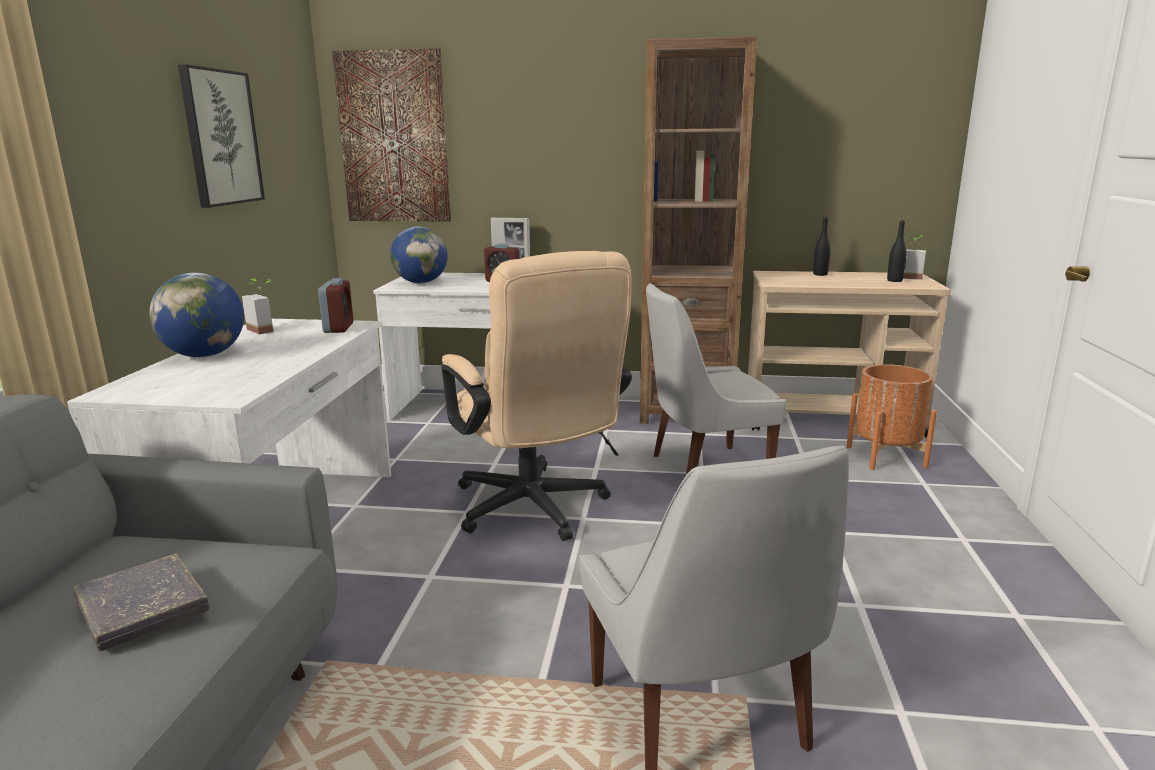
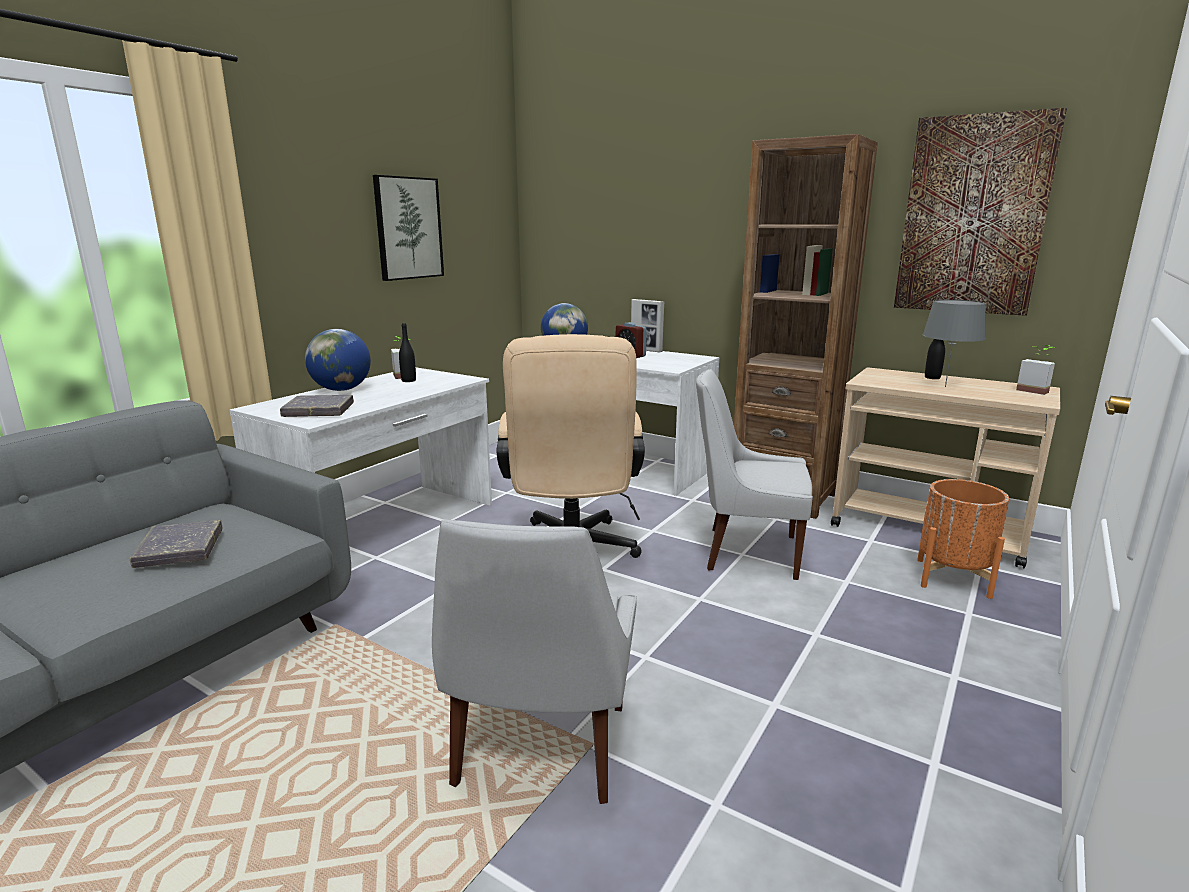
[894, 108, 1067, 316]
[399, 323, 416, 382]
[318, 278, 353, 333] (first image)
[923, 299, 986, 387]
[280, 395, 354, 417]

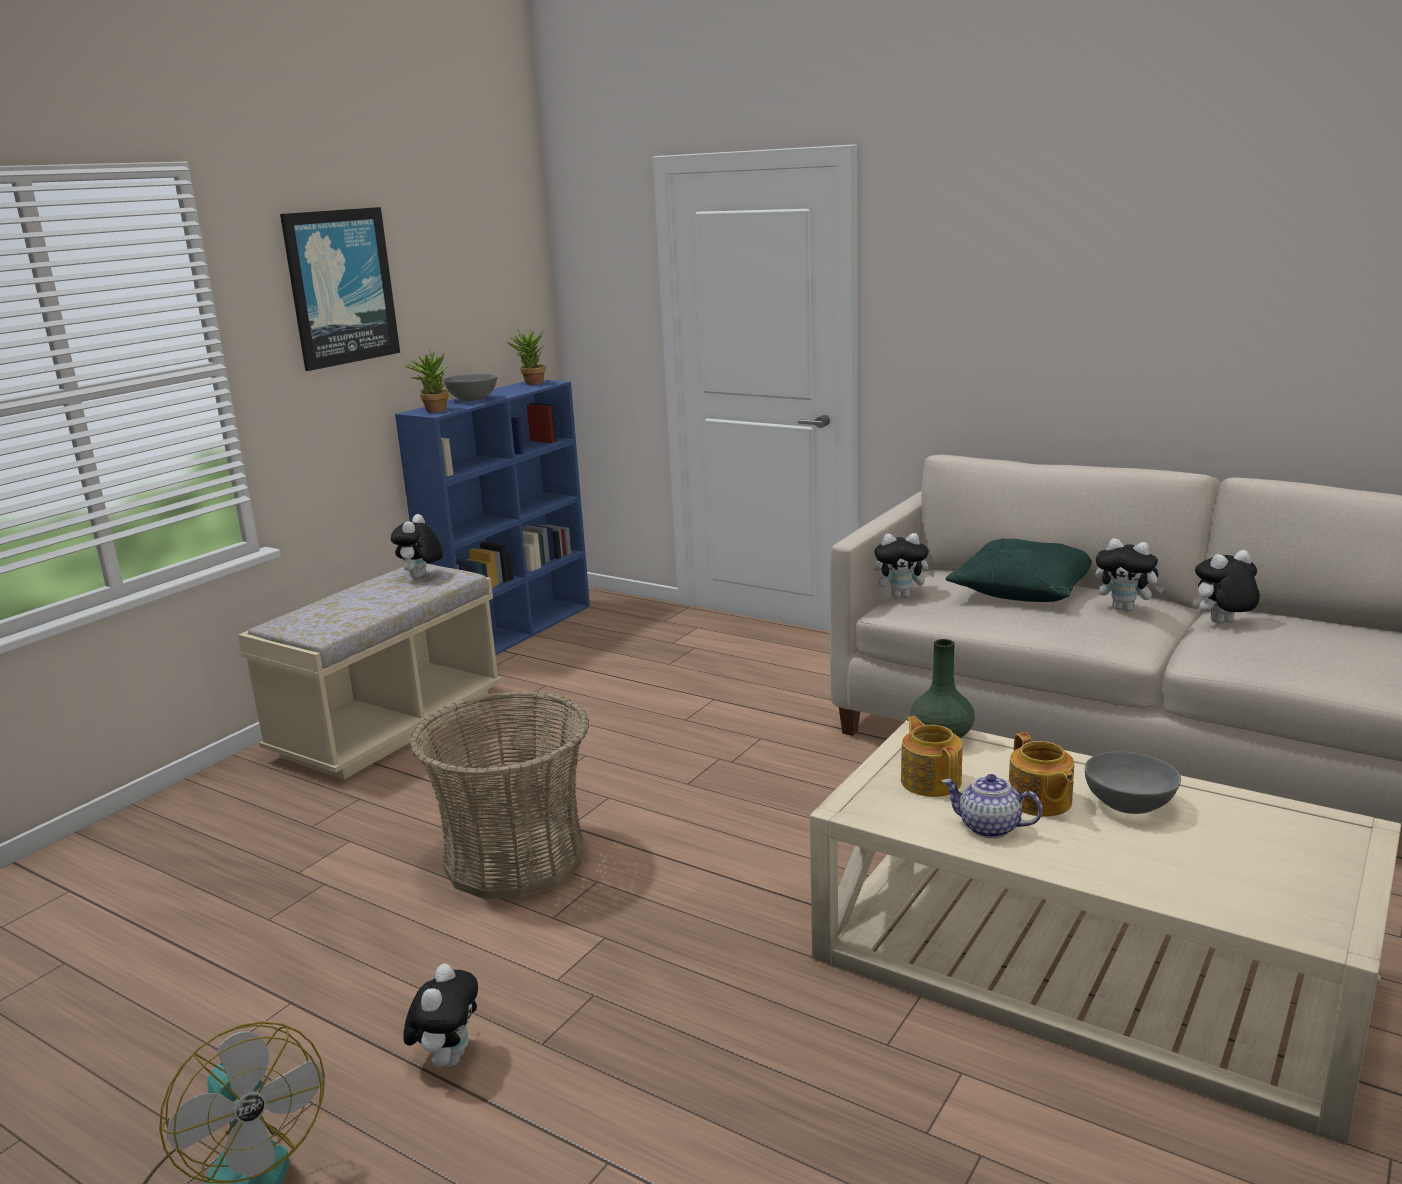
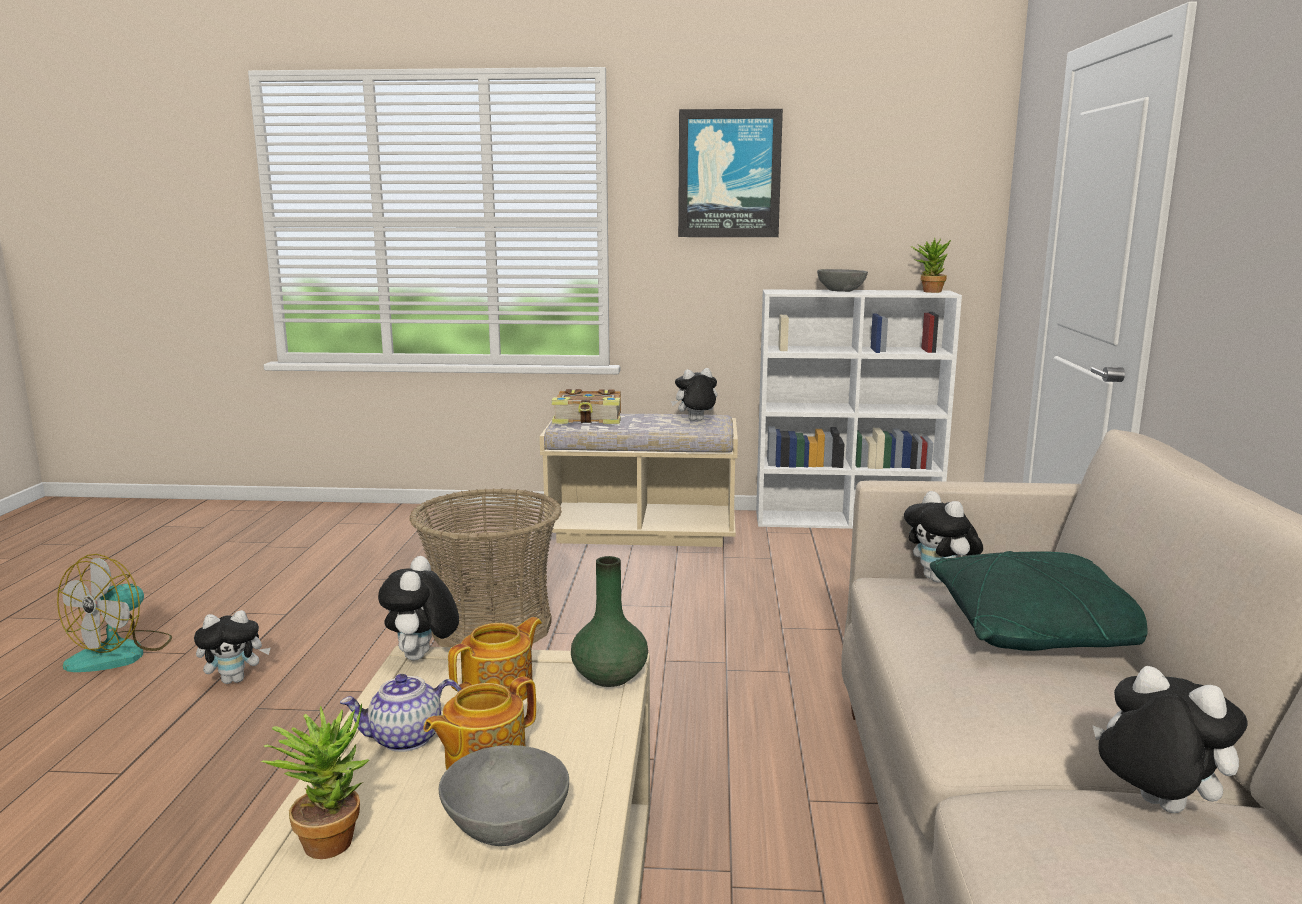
[261, 704, 369, 859]
[756, 289, 962, 529]
[378, 556, 459, 661]
[340, 674, 462, 752]
[552, 389, 621, 424]

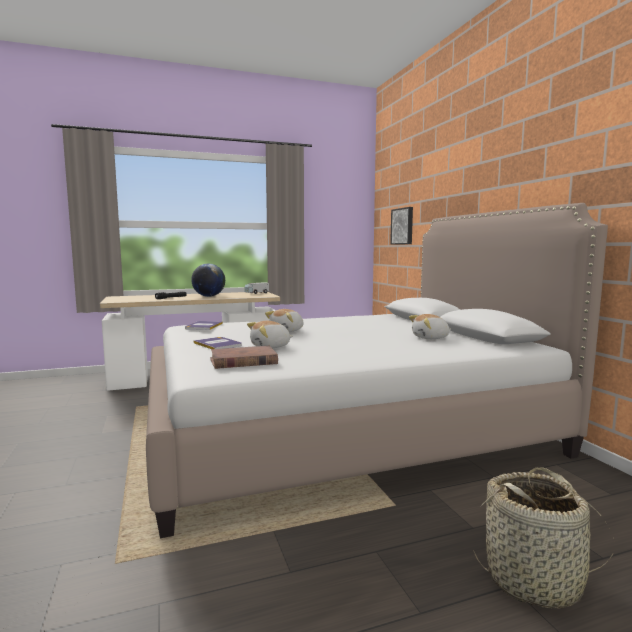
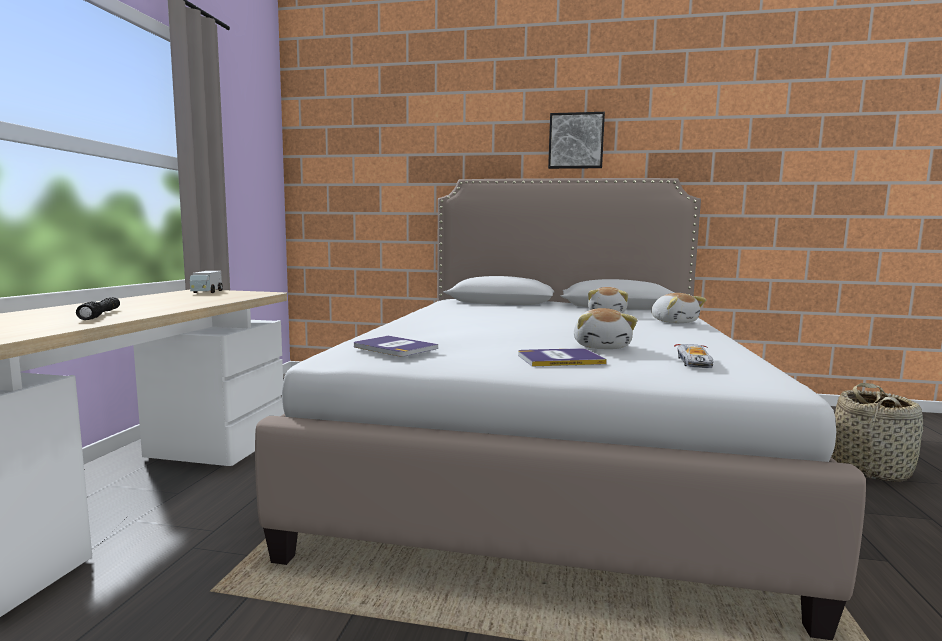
[548, 112, 605, 169]
[191, 263, 225, 297] (first image)
[651, 293, 706, 323]
[674, 344, 713, 368]

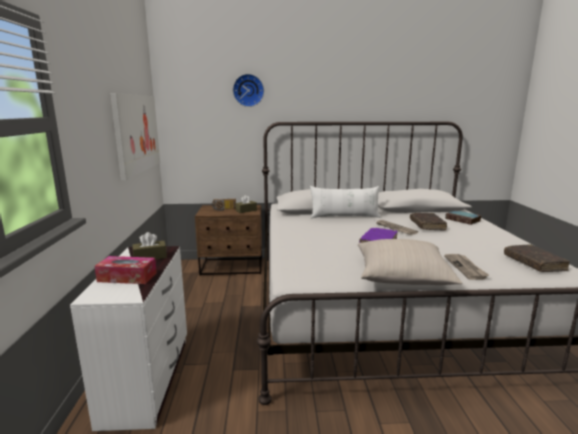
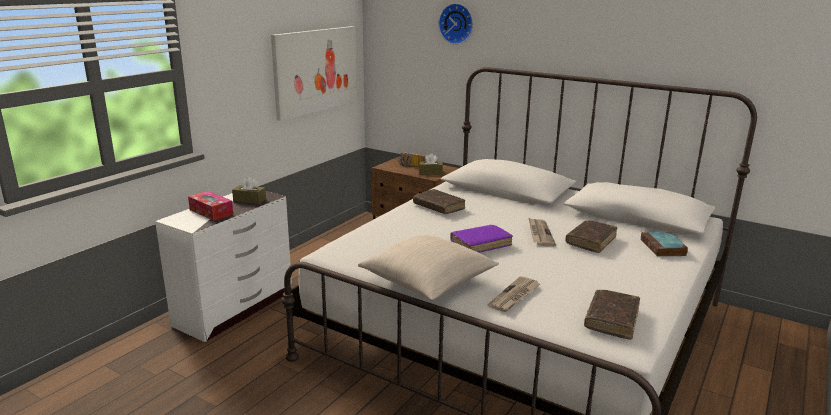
[310, 186, 380, 218] (first image)
[413, 189, 465, 214]

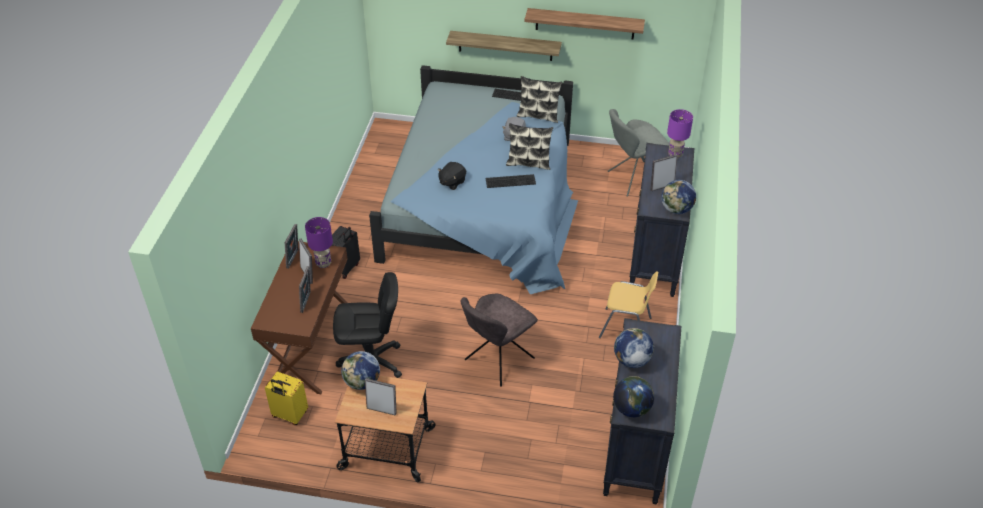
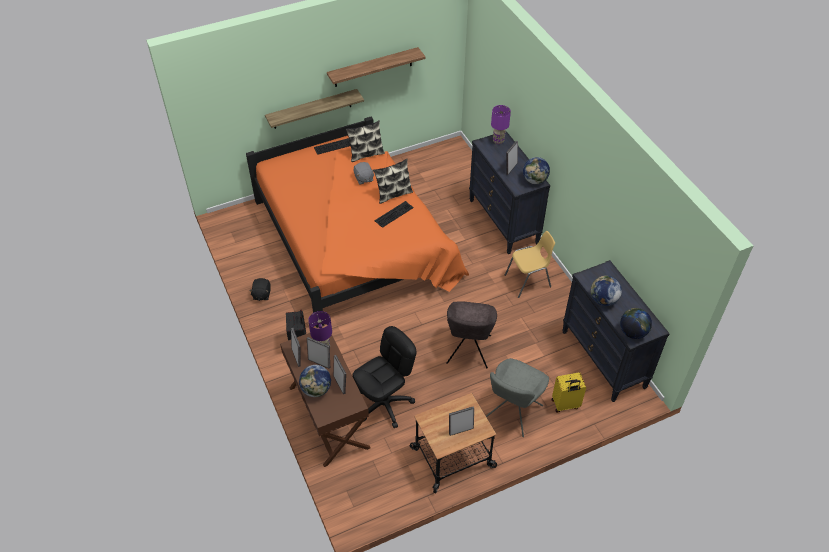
[246, 117, 469, 328]
[486, 358, 549, 437]
[249, 278, 271, 301]
[299, 365, 331, 397]
[552, 372, 586, 413]

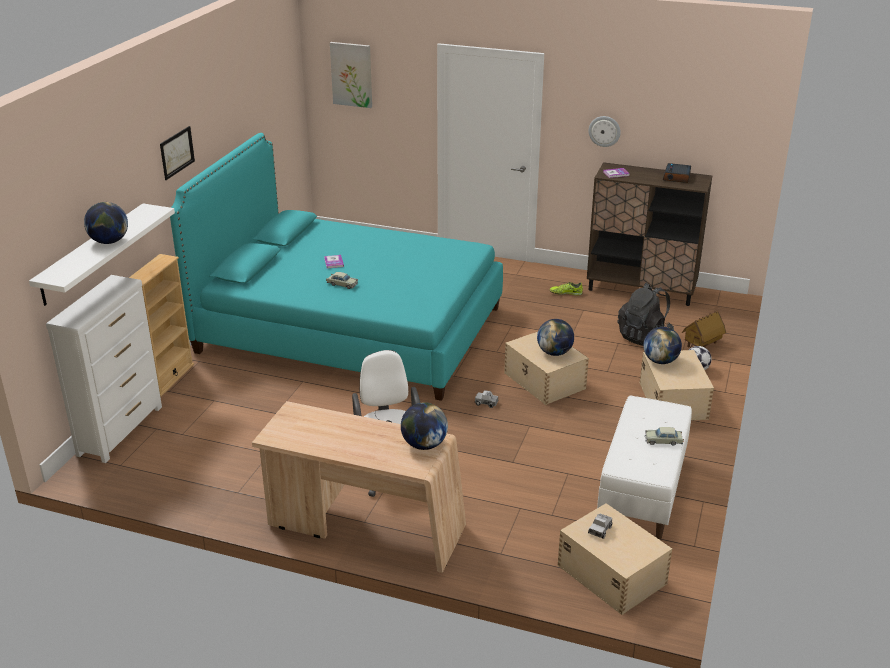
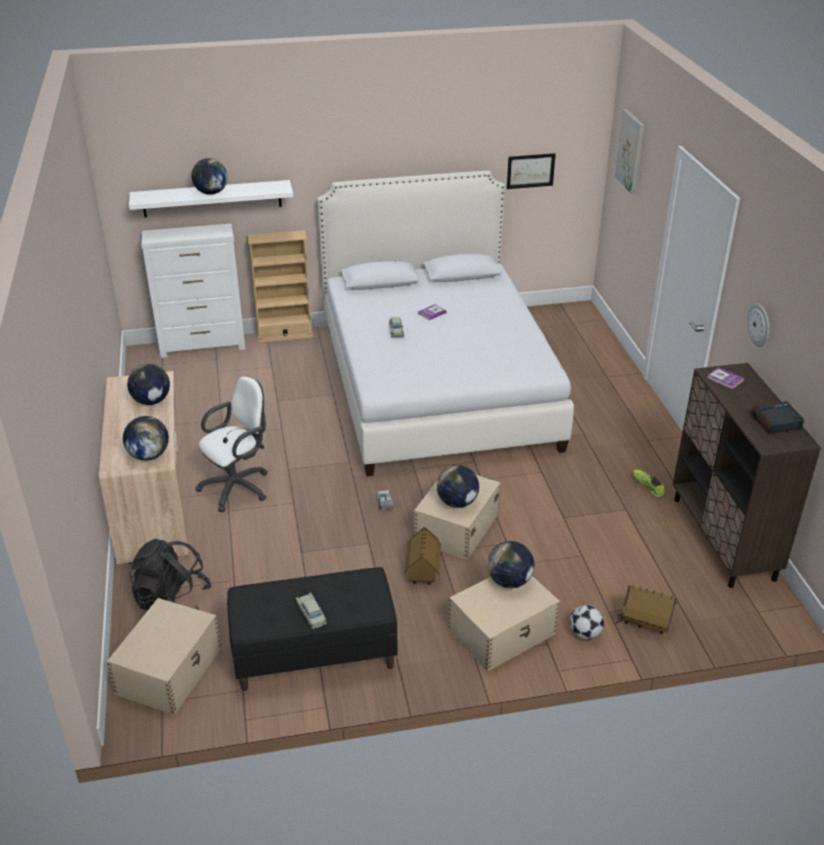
[507, 153, 556, 189]
[317, 171, 574, 476]
[129, 539, 212, 610]
[227, 567, 398, 691]
[588, 514, 612, 539] (first image)
[127, 364, 170, 405]
[404, 526, 441, 585]

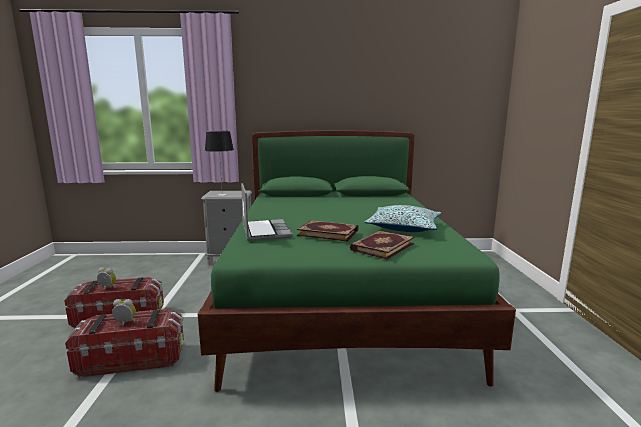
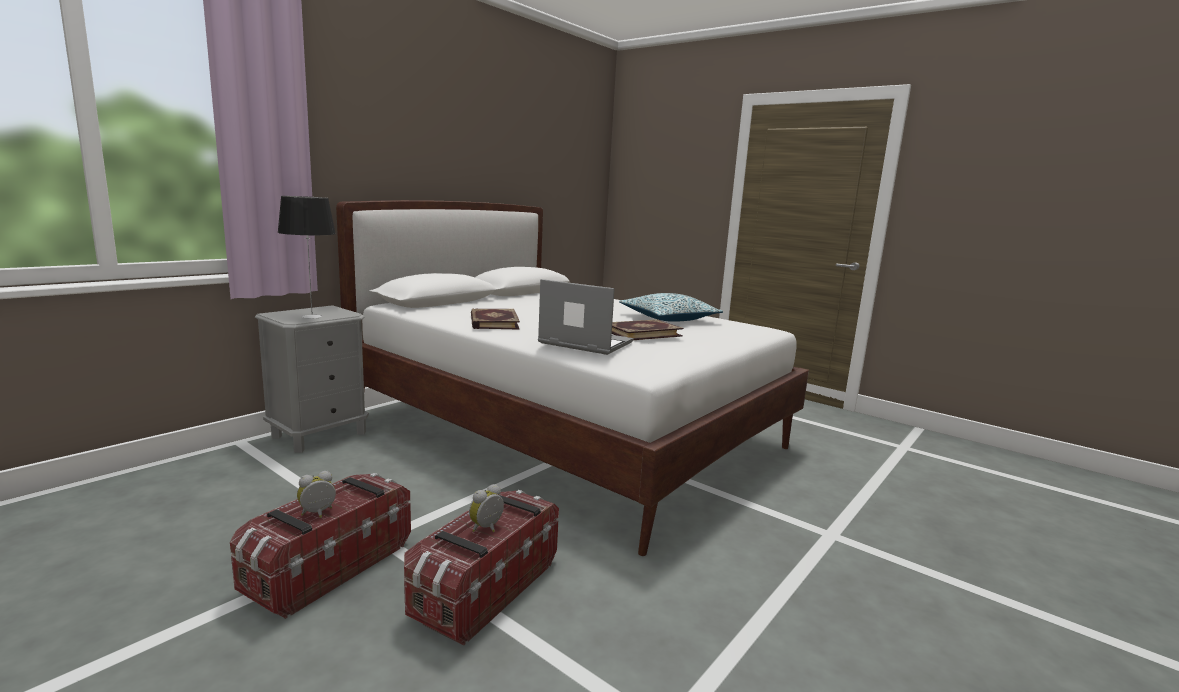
[336, 200, 809, 556]
[471, 308, 520, 330]

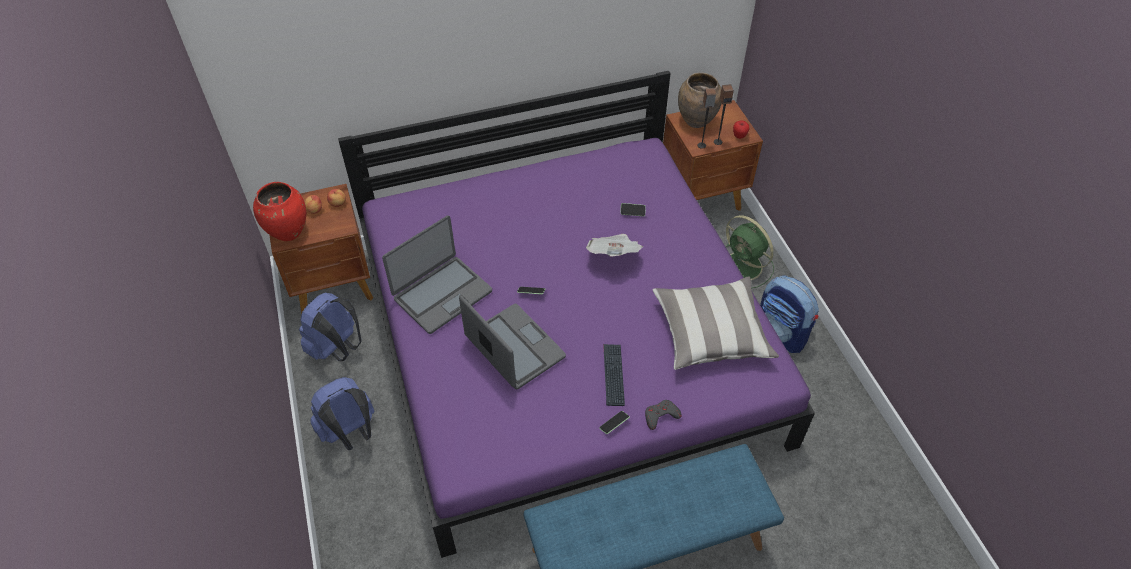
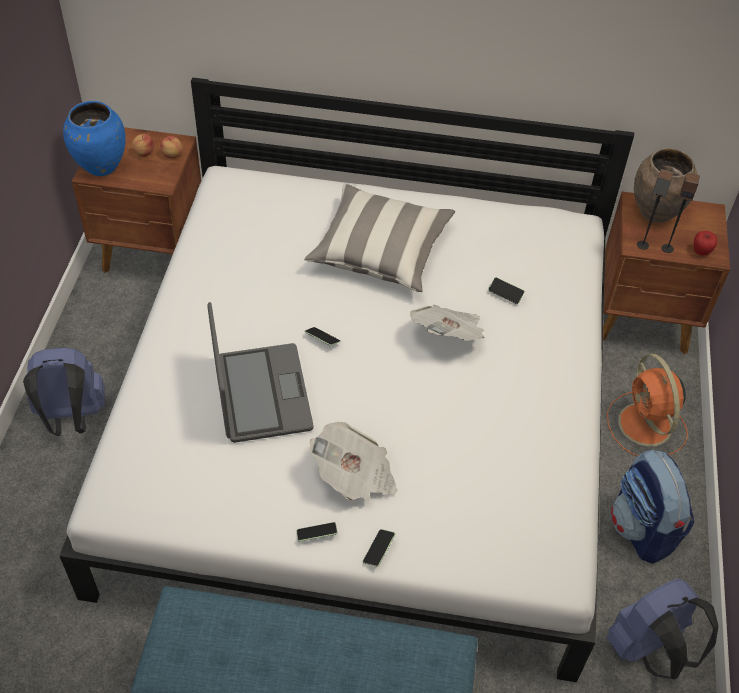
[60, 77, 634, 682]
[63, 101, 126, 176]
[382, 215, 492, 334] (first image)
[607, 354, 688, 456]
[304, 184, 455, 292]
[606, 578, 719, 679]
[310, 422, 397, 501]
[363, 529, 395, 567]

